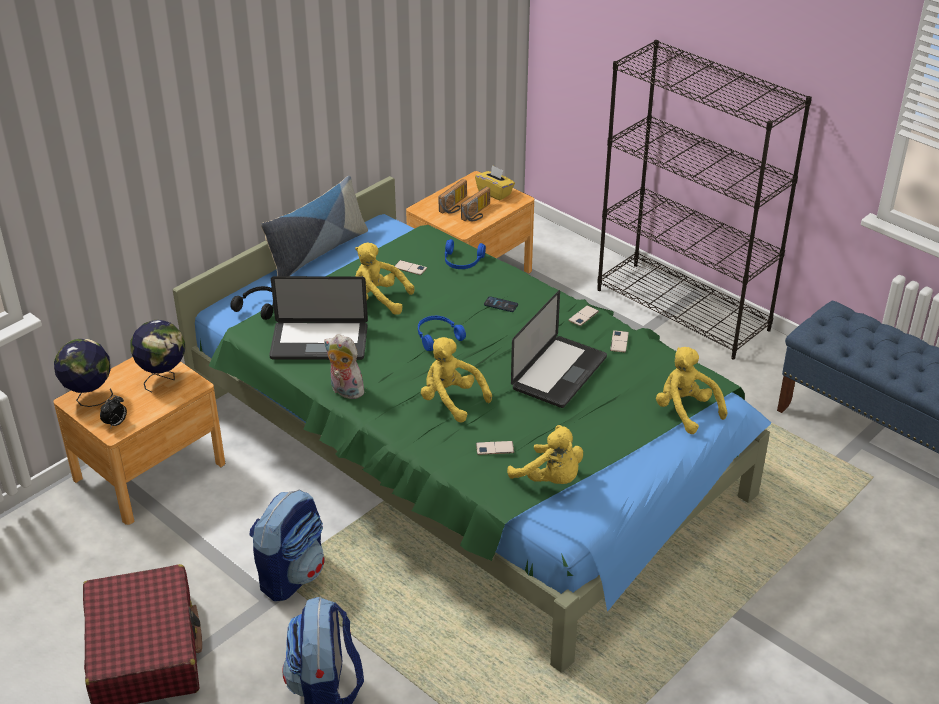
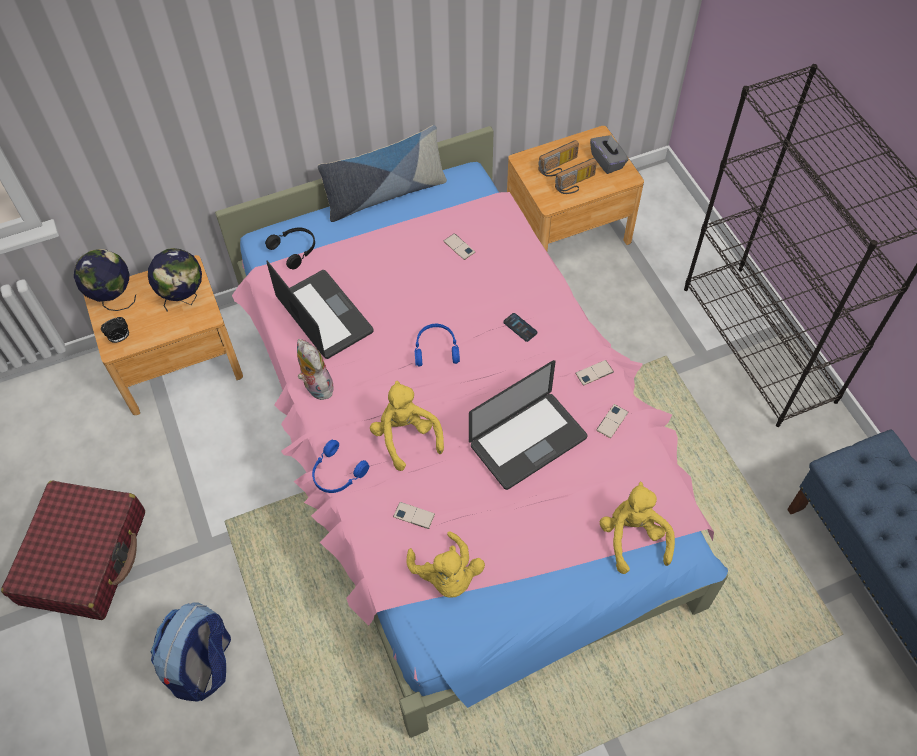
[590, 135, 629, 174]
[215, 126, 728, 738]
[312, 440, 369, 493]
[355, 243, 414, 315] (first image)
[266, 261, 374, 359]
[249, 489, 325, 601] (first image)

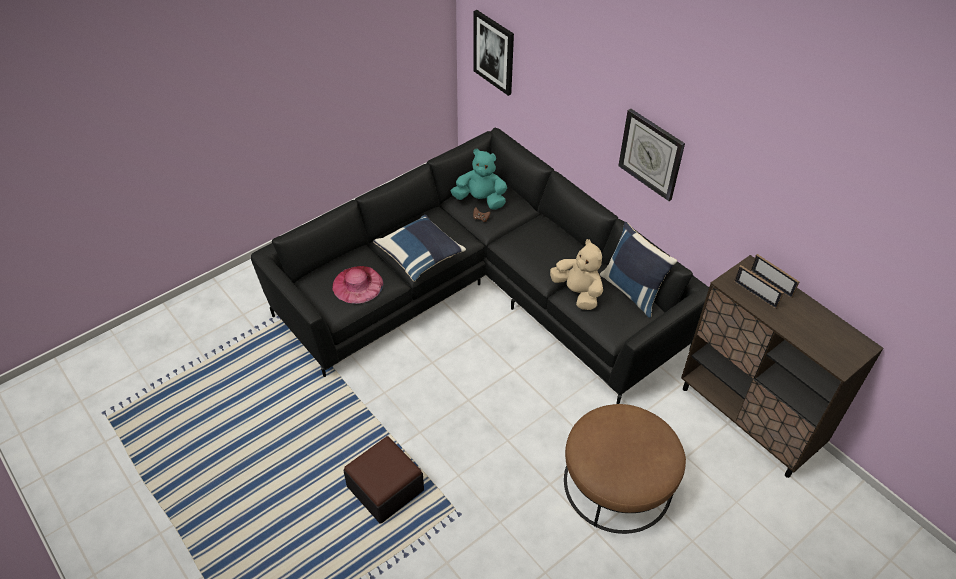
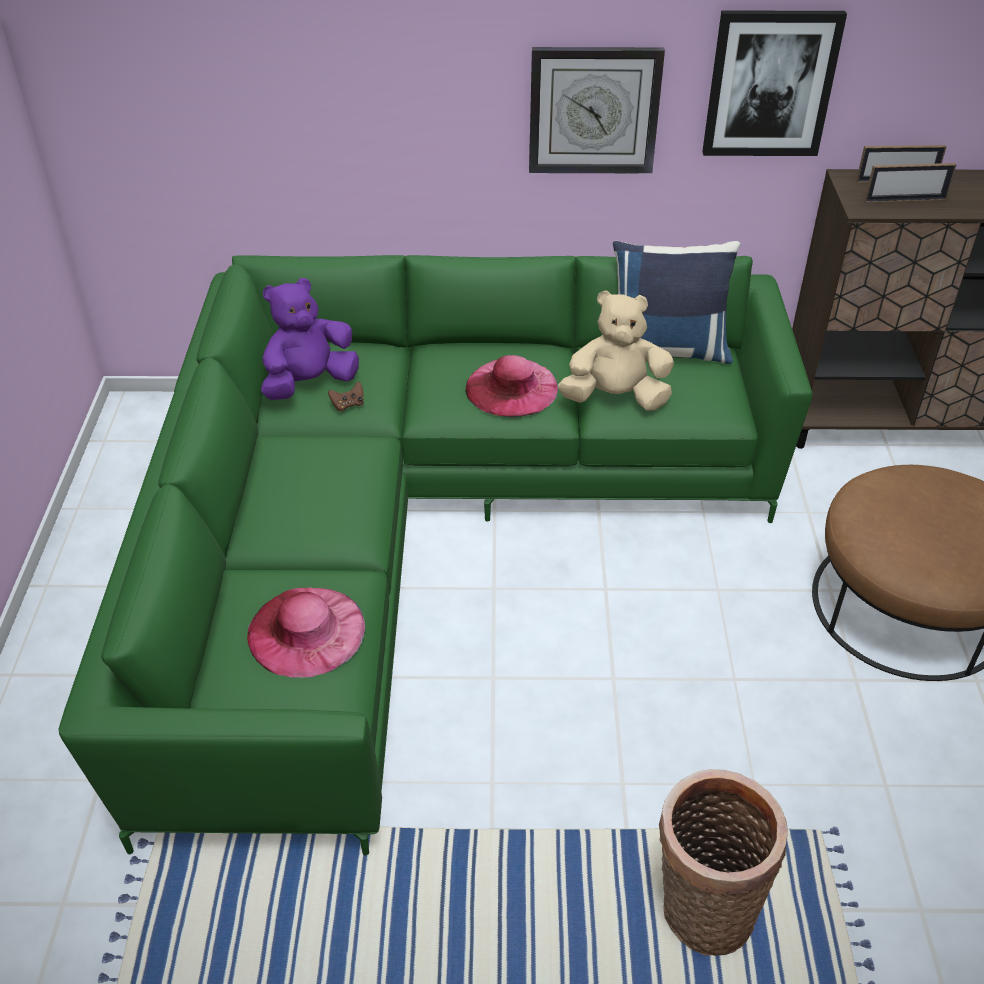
[702, 10, 847, 156]
[58, 255, 812, 856]
[261, 278, 359, 400]
[373, 214, 466, 282] (first image)
[659, 769, 788, 956]
[465, 355, 558, 417]

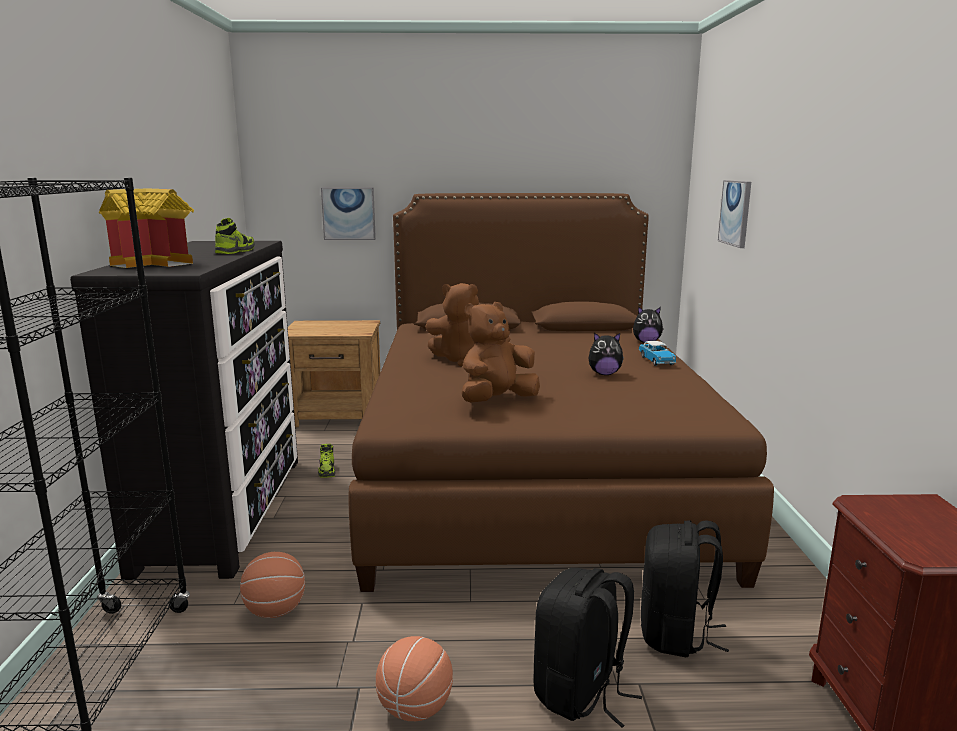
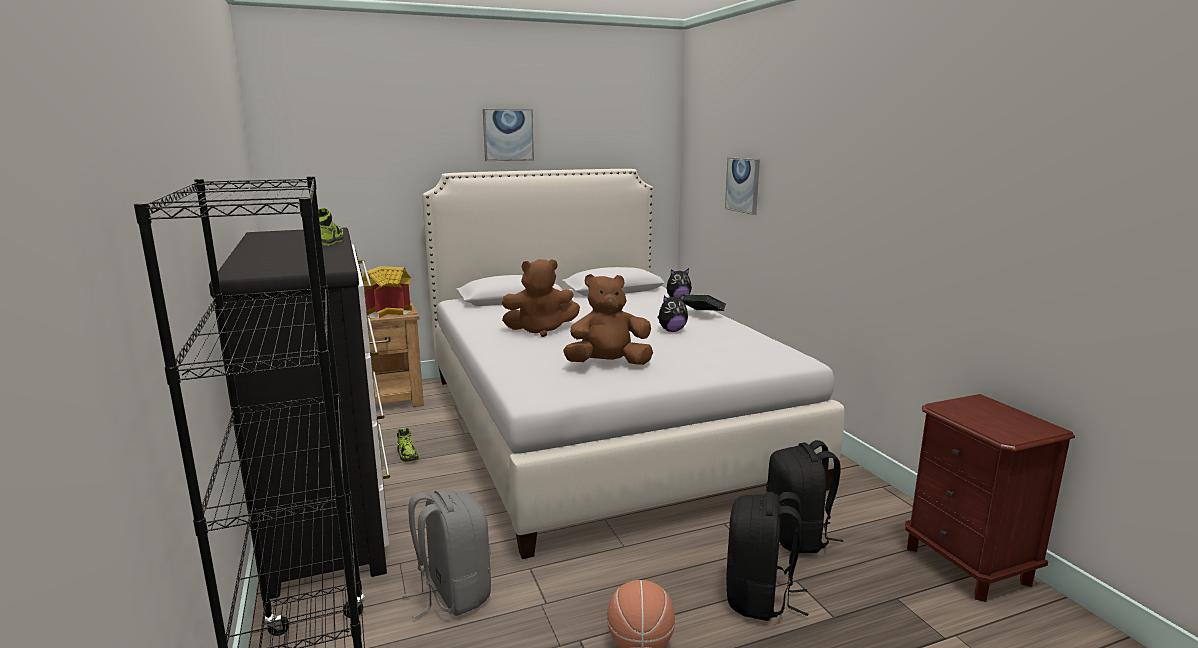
[483, 109, 534, 161]
[362, 266, 412, 319]
[422, 169, 845, 559]
[563, 274, 653, 365]
[679, 294, 726, 311]
[402, 490, 491, 619]

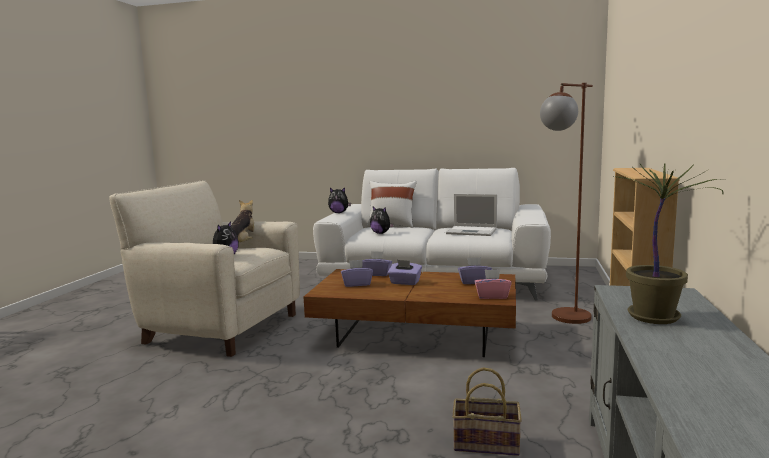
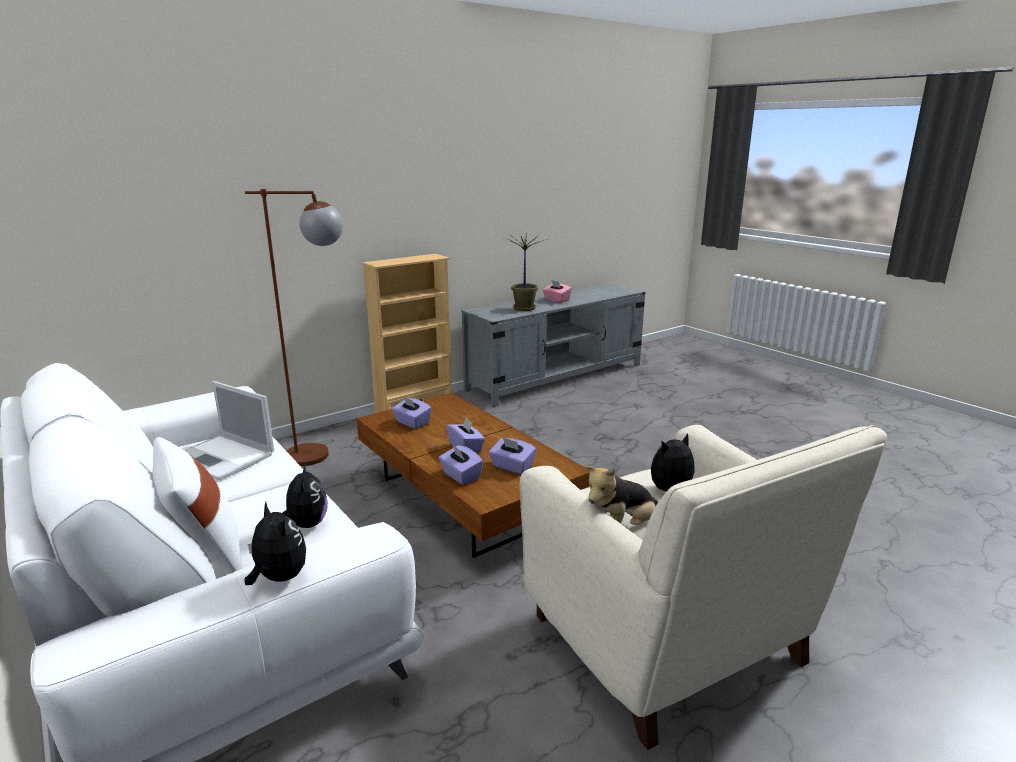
[184, 381, 274, 481]
[543, 280, 572, 303]
[452, 367, 522, 456] (first image)

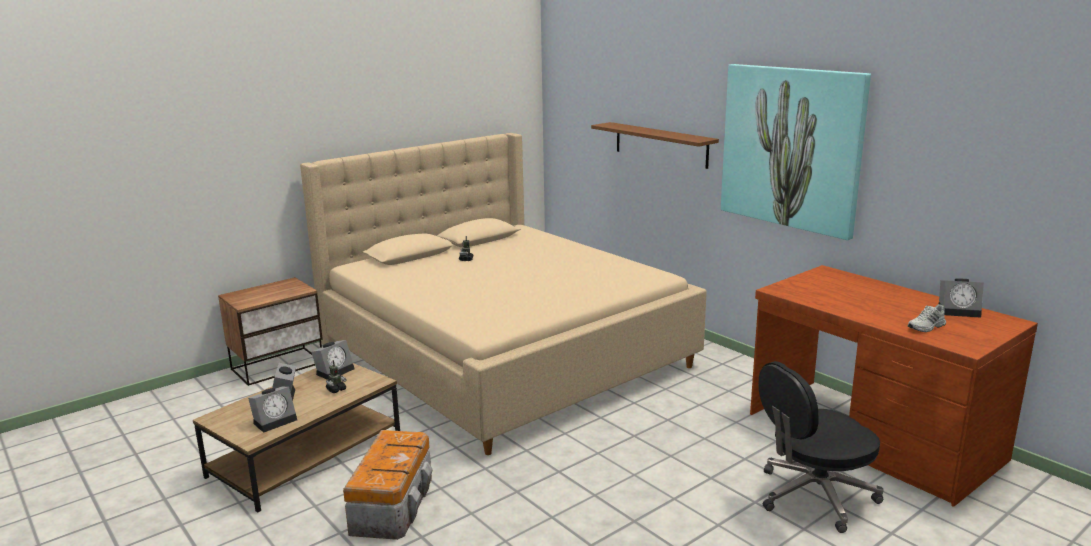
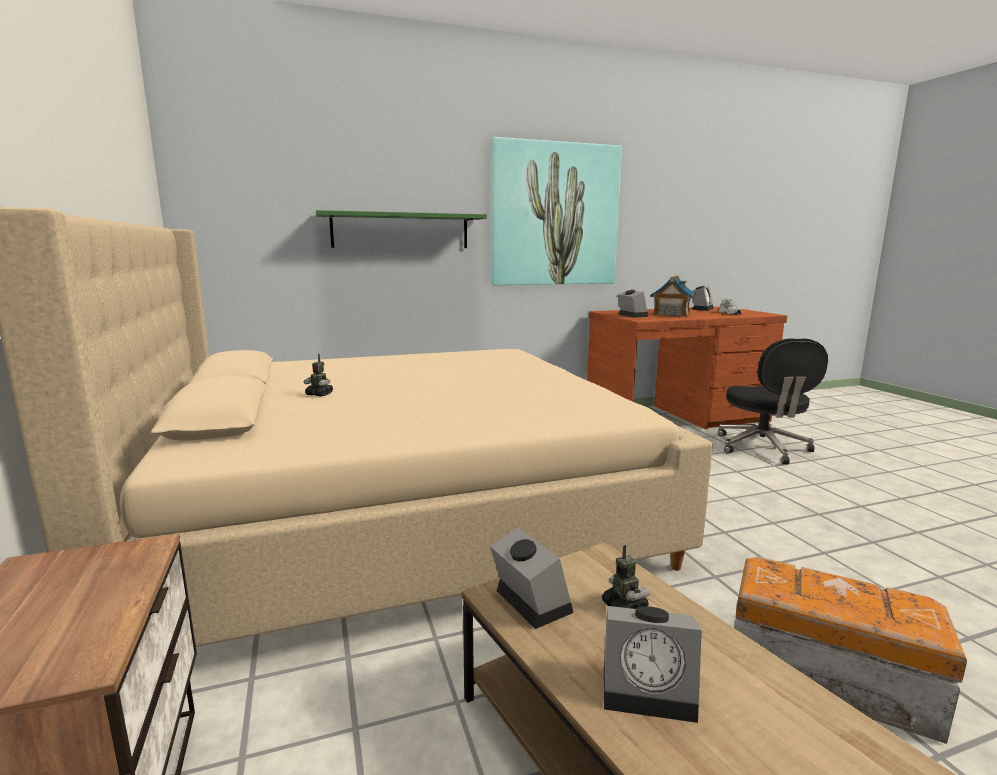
[315, 210, 487, 248]
[617, 290, 648, 318]
[650, 276, 696, 317]

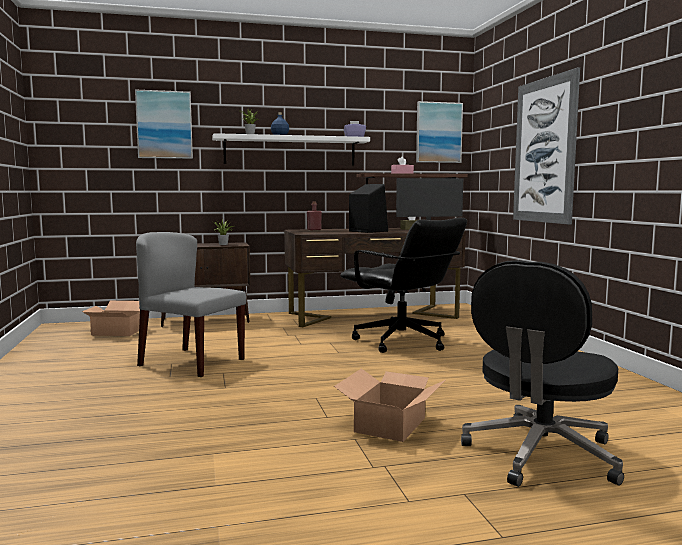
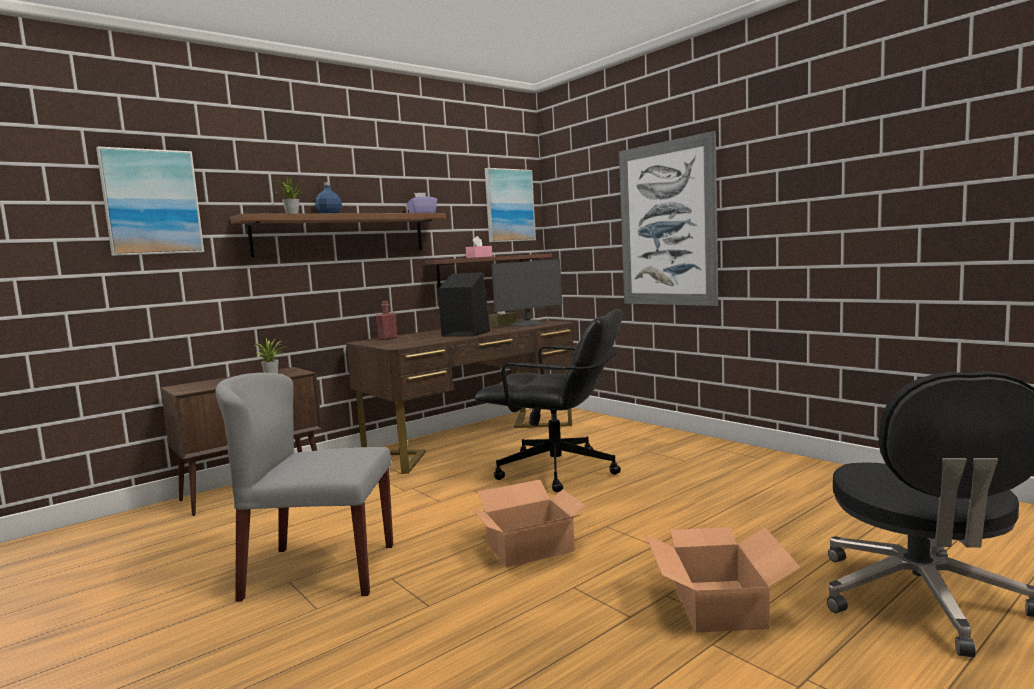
[230, 213, 446, 258]
[472, 480, 586, 567]

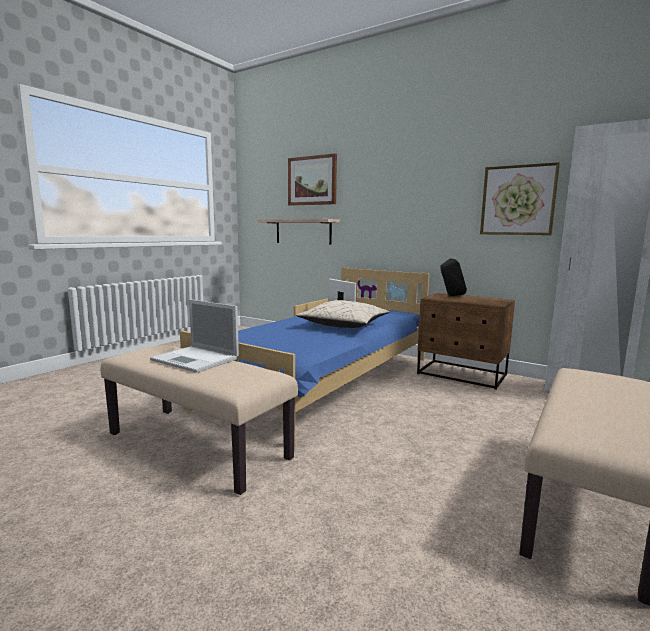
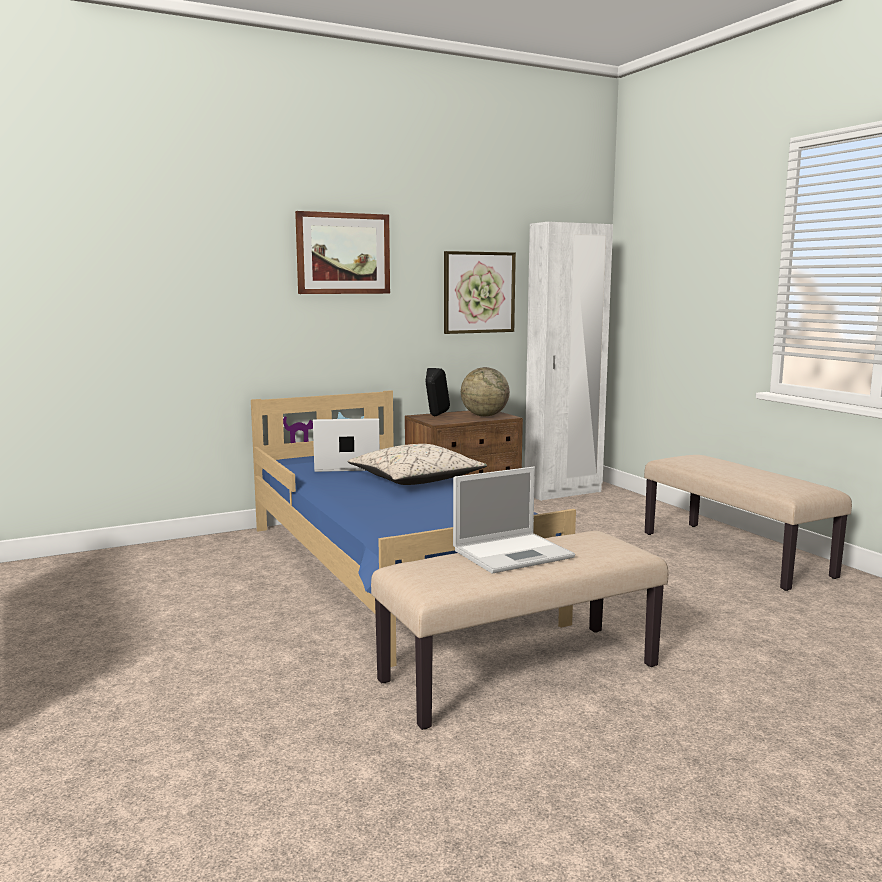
[295, 211, 390, 294]
[258, 219, 340, 245] (first image)
[461, 367, 510, 416]

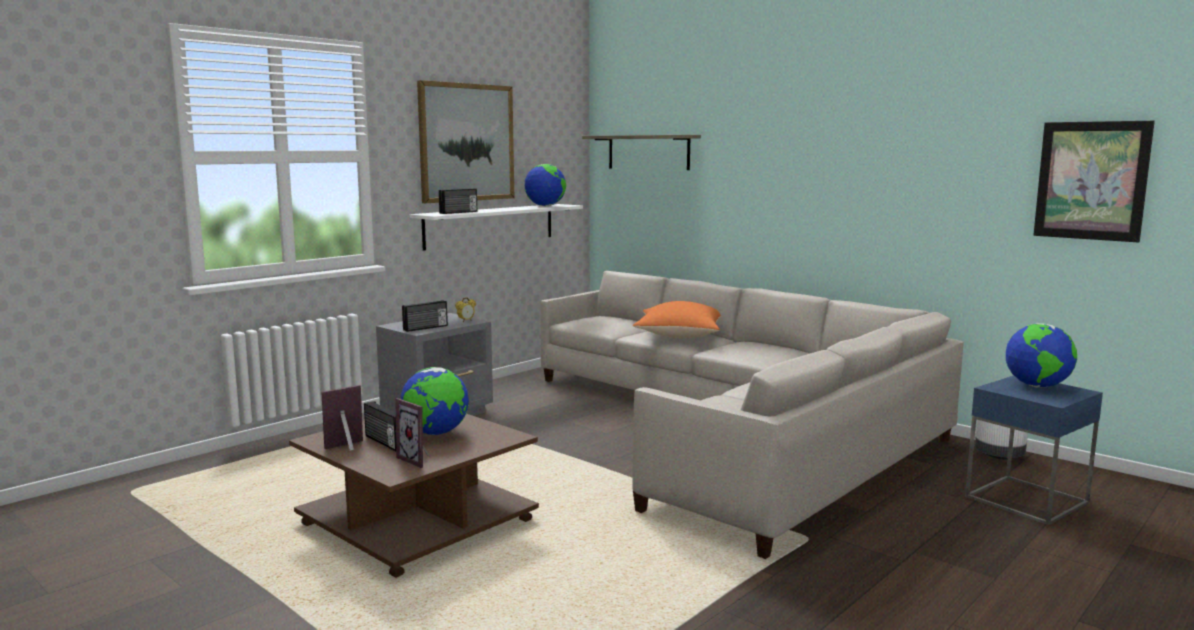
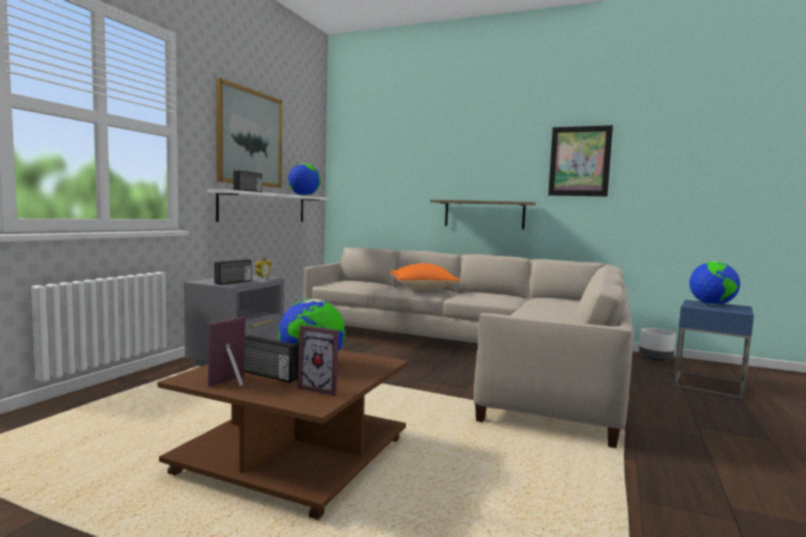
[548, 125, 613, 196]
[430, 200, 536, 229]

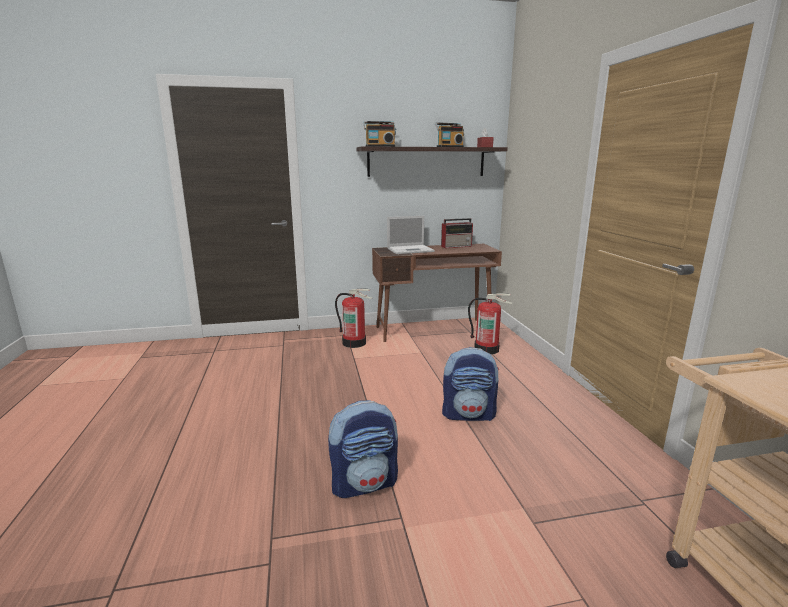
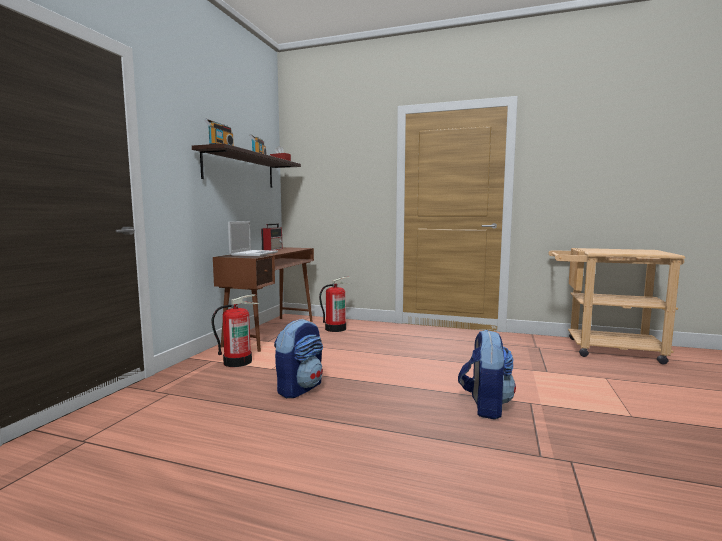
[274, 319, 323, 398]

